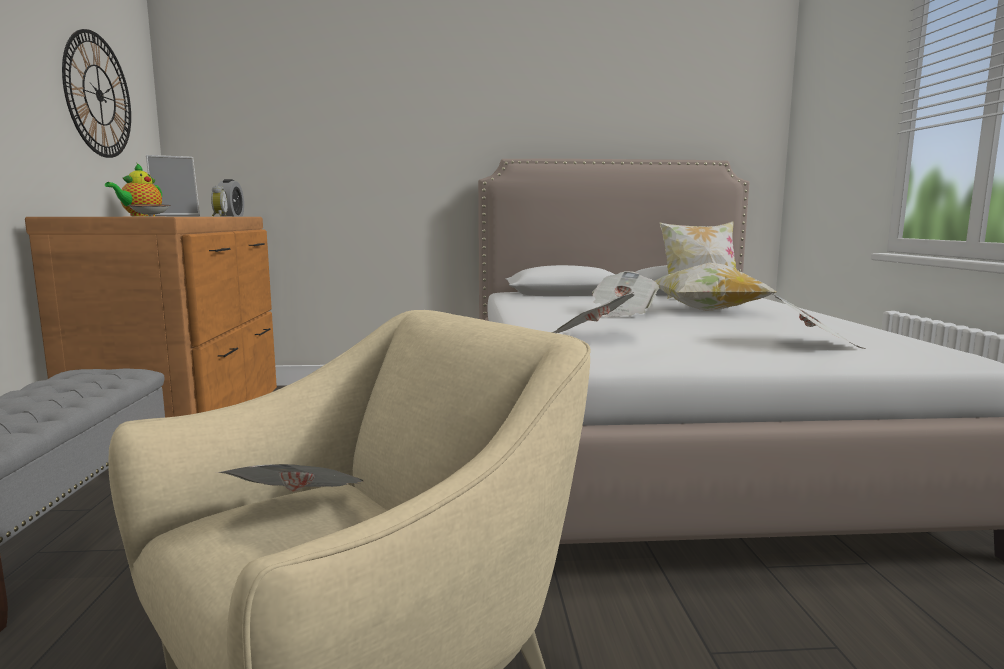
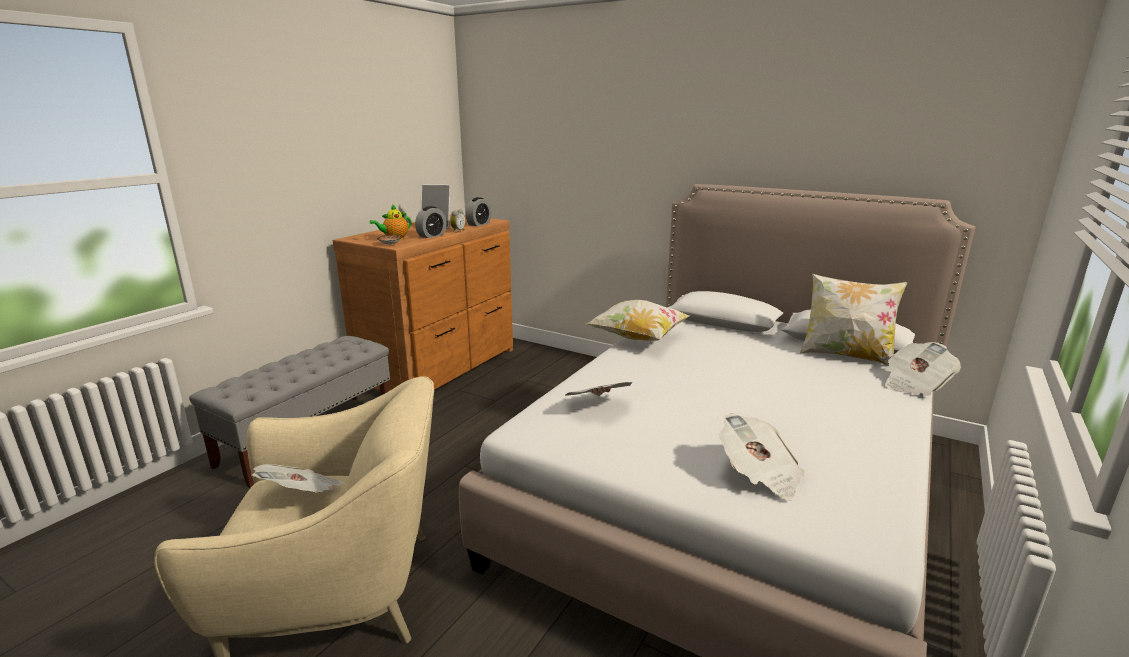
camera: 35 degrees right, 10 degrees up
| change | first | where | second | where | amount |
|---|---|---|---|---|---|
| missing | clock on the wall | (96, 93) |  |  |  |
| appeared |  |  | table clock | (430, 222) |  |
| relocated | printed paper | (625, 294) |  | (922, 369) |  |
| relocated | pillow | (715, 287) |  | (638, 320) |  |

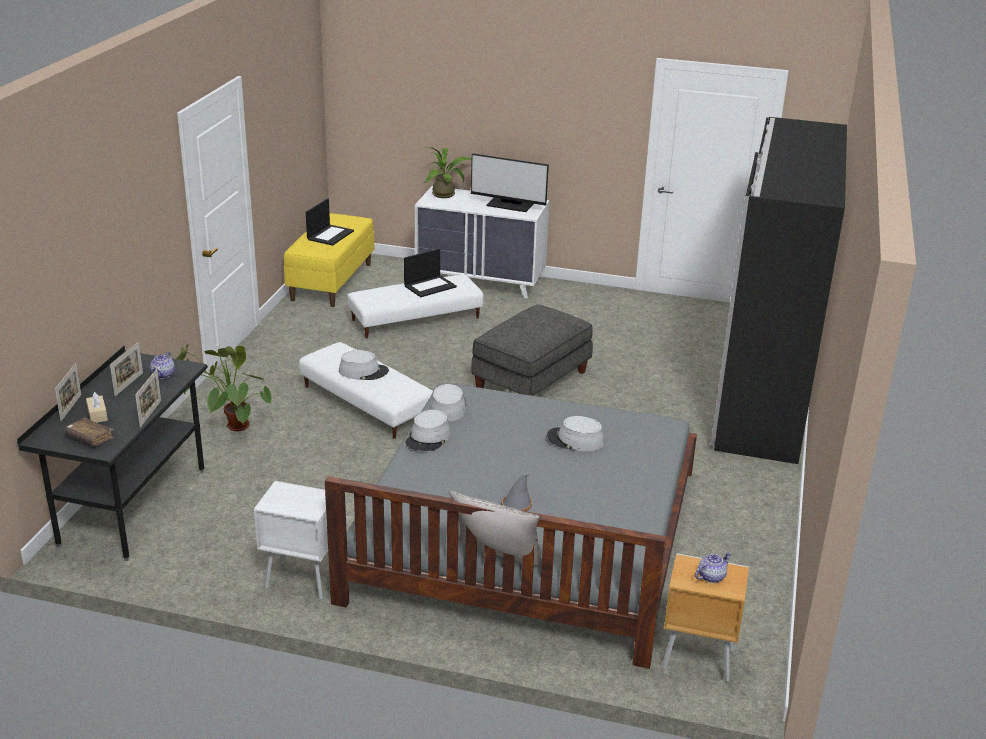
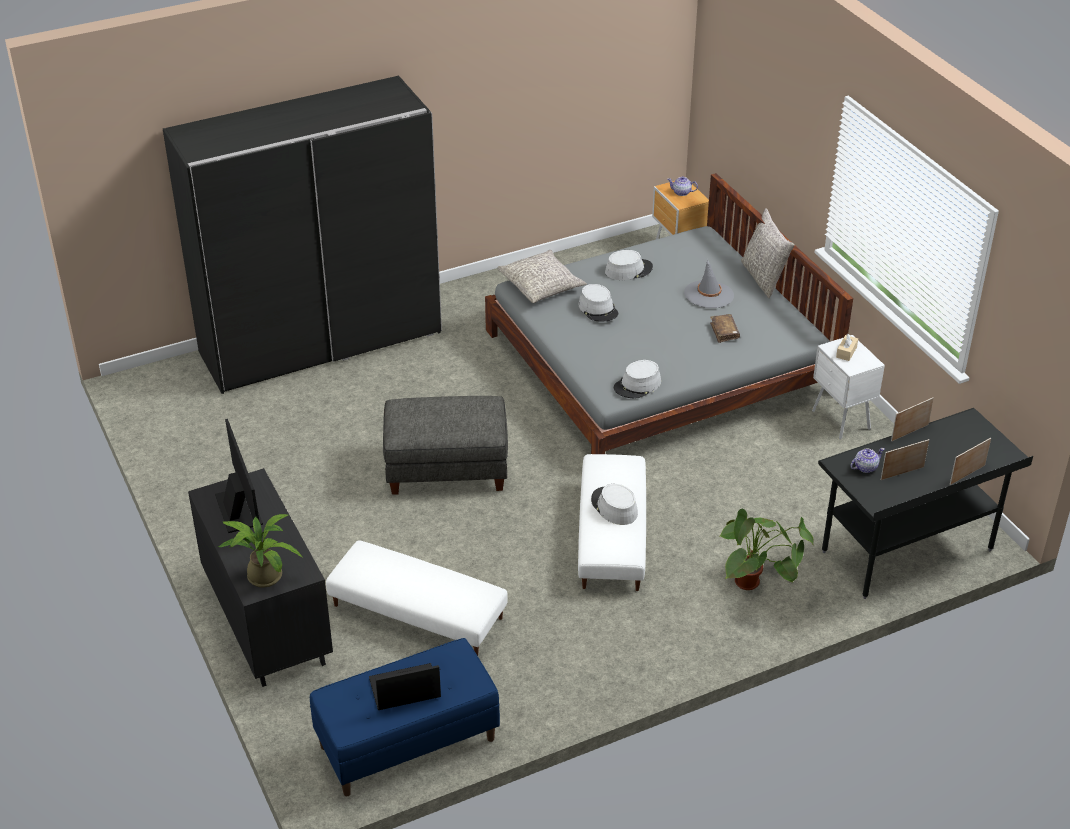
camera: 130 degrees left, 10 degrees up
| change | first | where | second | where | amount |
|---|---|---|---|---|---|
| missing | laptop | (430, 273) |  |  |  |
| appeared |  |  | grey pillow | (542, 276) |  |
| relocated | brown volume | (89, 432) |  | (725, 328) |  |
| relocated | sand-coloured tissue box | (97, 407) |  | (847, 347) |  |
| relocated | grey wearable hat | (427, 430) |  | (629, 265) |  |
| colour | yellow-coloured long seat | (329, 260) | bluish long seat | (405, 717) |  |
| colour | white-coloured drawer chest | (482, 242) | black drawer chest | (260, 577) |  |

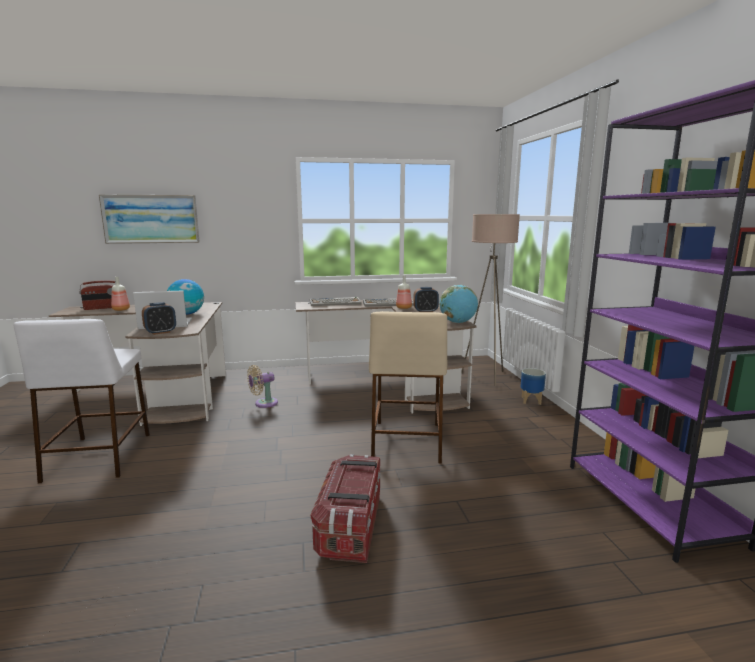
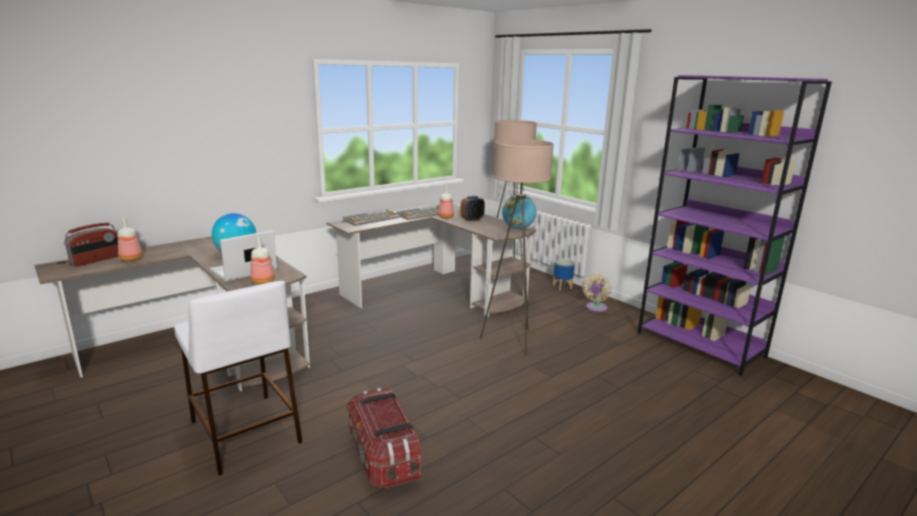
camera: 30 degrees left, 5 degrees up
| change | first | where | second | where | amount |
|---|---|---|---|---|---|
| missing | picture | (149, 219) |  |  |  |
| relocated | sand-coloured cooling fan | (262, 386) |  | (596, 293) |  |
| relocated | storage box | (346, 508) |  | (384, 437) |  |
| exchanged | table clock | (159, 318) | bottle | (262, 260) |  |
| exchanged | sand-coloured sitting stool | (408, 387) | sand-coloured standard lamp | (517, 247) |  |

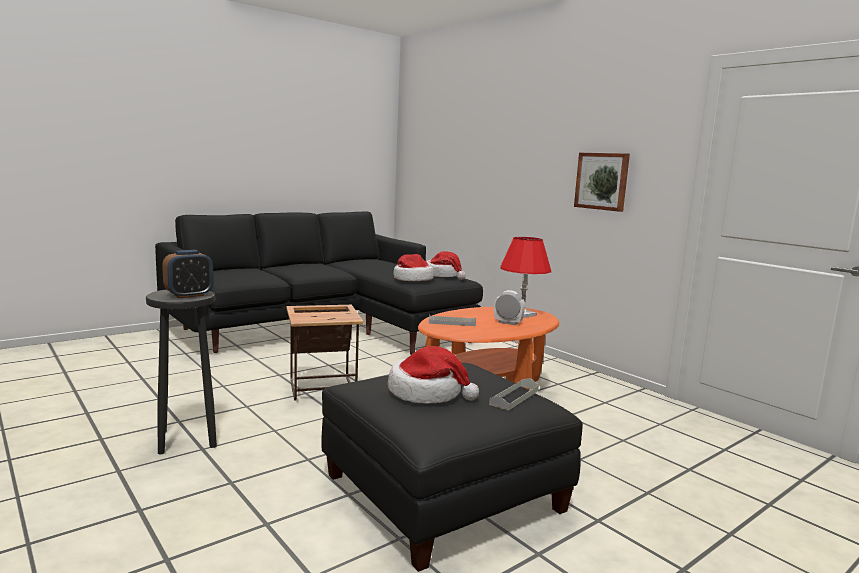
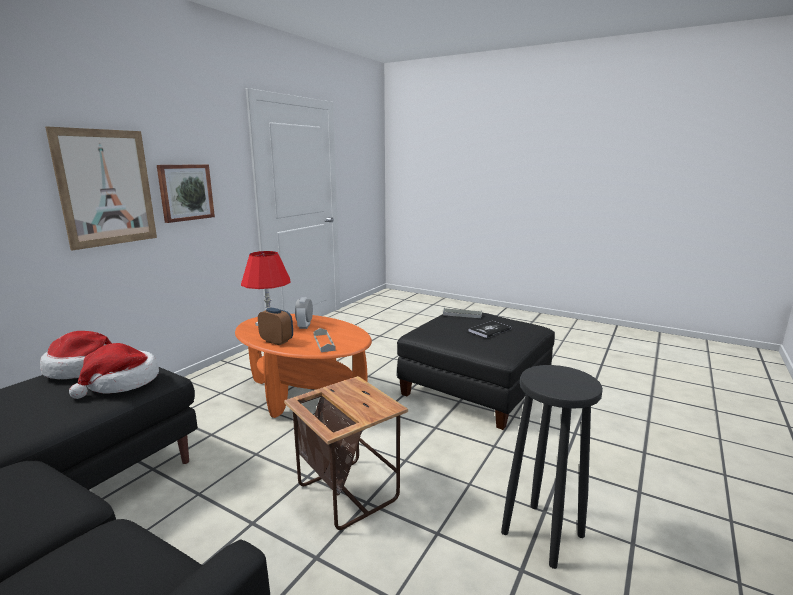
camera: 110 degrees left, 5 degrees up
| change | first | where | second | where | amount |
|---|---|---|---|---|---|
| appeared |  |  | picture | (101, 188) |  |
| relocated | table clock | (188, 274) |  | (275, 326) |  |
| exchanged | wearable hat | (433, 375) | volume | (490, 329) |  |

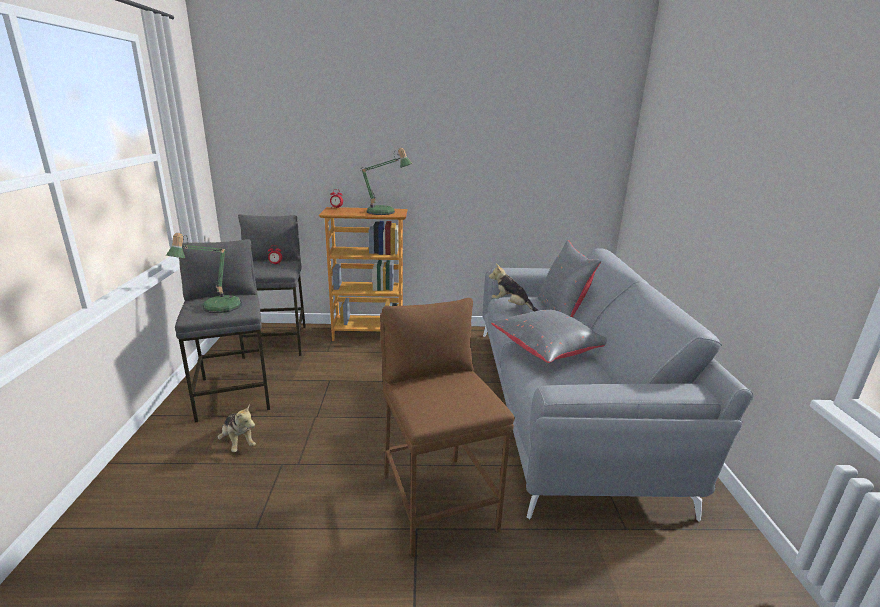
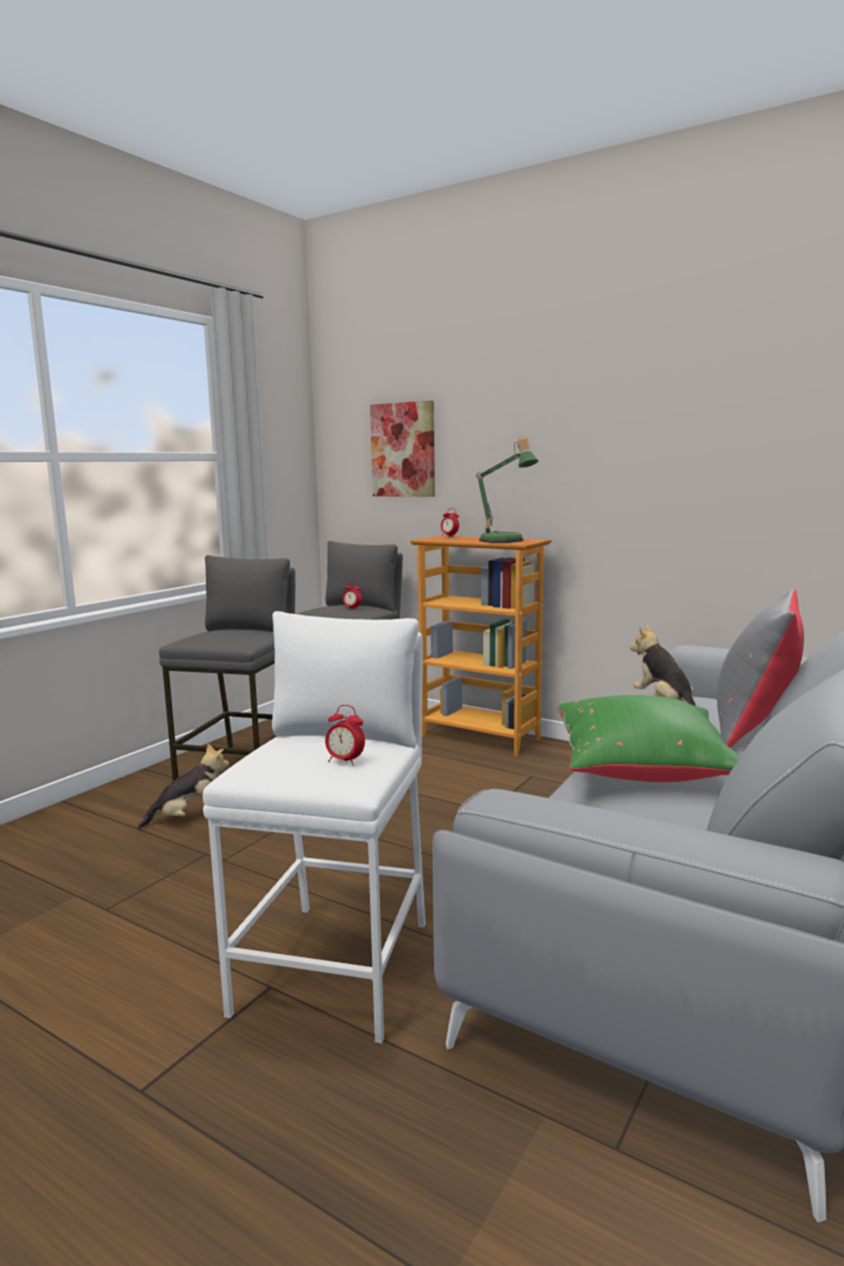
camera: 35 degrees right, 10 degrees down
| change | first | where | second | where | amount |
|---|---|---|---|---|---|
| missing | lamp for a table | (204, 273) |  |  |  |
| appeared |  |  | table clock | (345, 735) |  |
| appeared |  |  | picture | (402, 448) |  |
| colour | brown sitting stool | (447, 427) | white-coloured sitting stool | (314, 827) |  |
| colour | grey pillow | (549, 336) | green pillow | (649, 738) |  |
| spun | plush toy | (237, 428) |  | (183, 786) | 105 degrees counterclockwise |

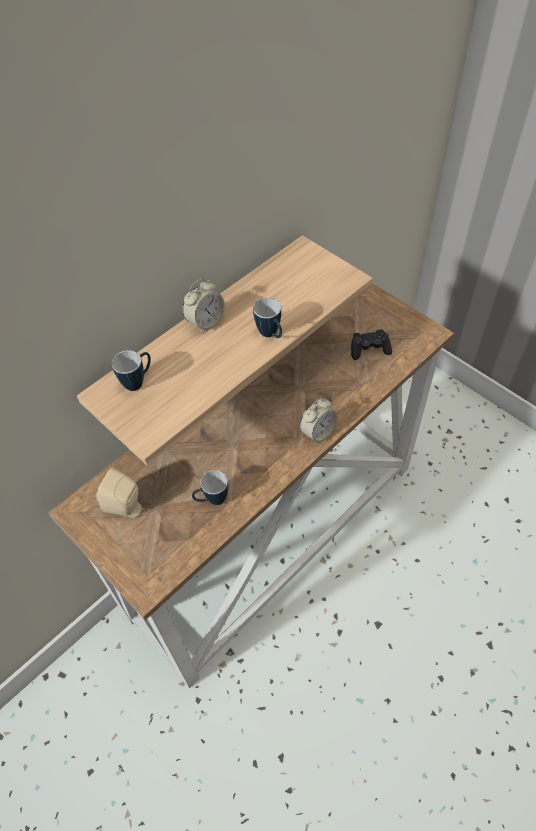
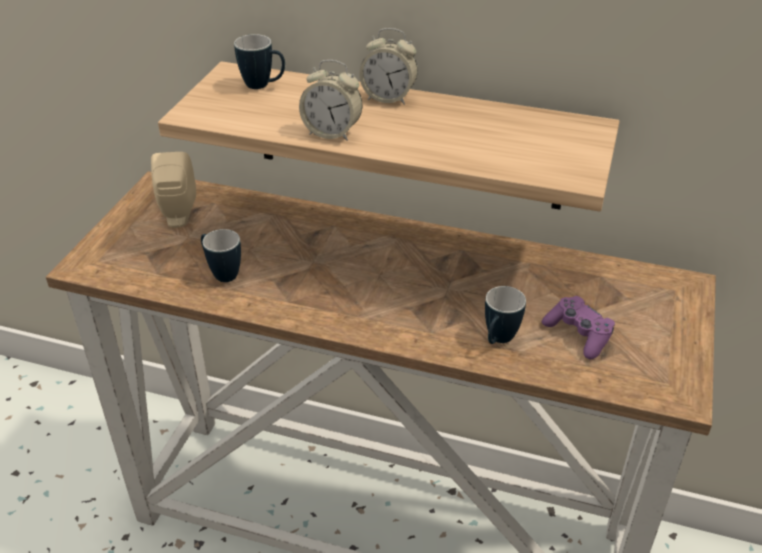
camera: 60 degrees right, 15 degrees down
| change | first | where | second | where | amount |
|---|---|---|---|---|---|
| relocated | tea mug | (267, 317) |  | (505, 315) |  |
| relocated | table clock | (319, 421) |  | (331, 100) |  |
| colour | black joypad | (371, 344) | purple joypad | (578, 327) |  |

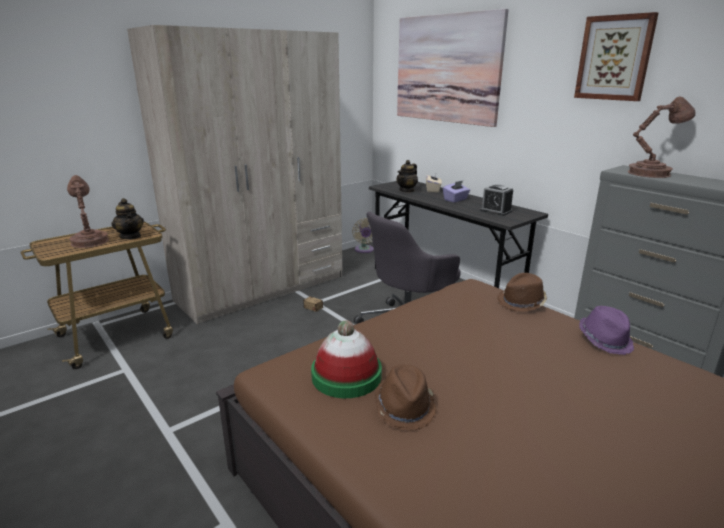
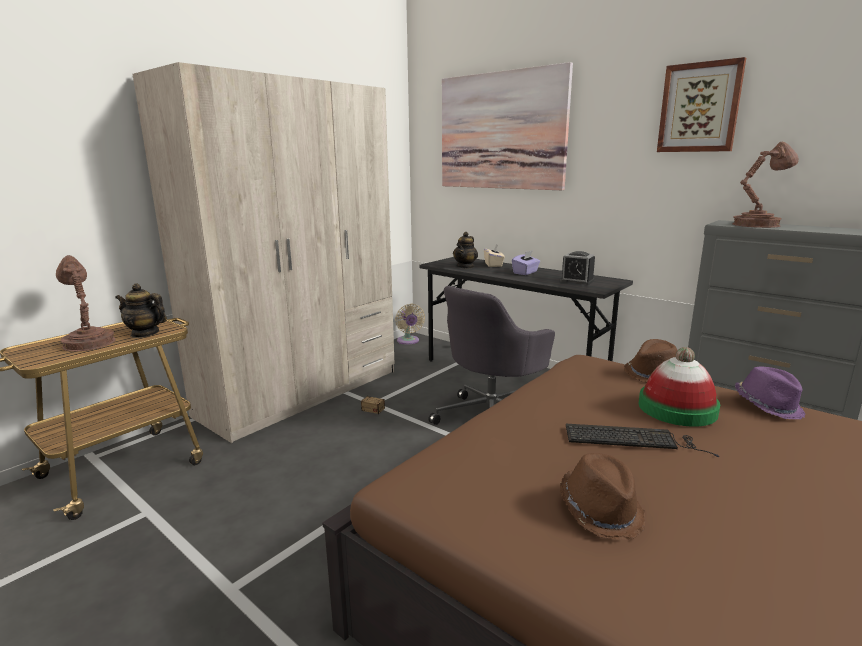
camera: 10 degrees left, 5 degrees down
| change | first | where | second | where | amount |
|---|---|---|---|---|---|
| appeared |  |  | keyboard | (642, 440) |  |
| relocated | wearable hat | (346, 359) |  | (679, 387) |  |
| spun | teapot | (127, 218) |  | (141, 311) | 150 degrees clockwise |

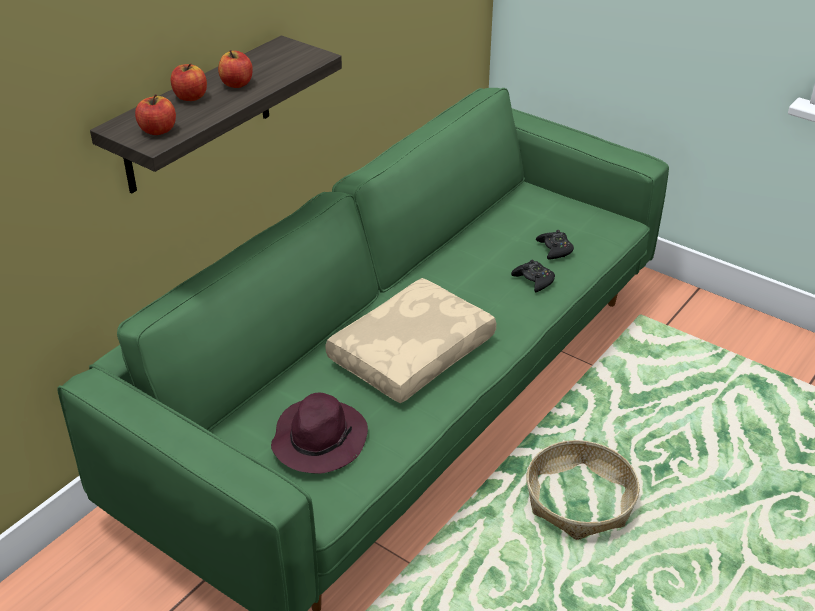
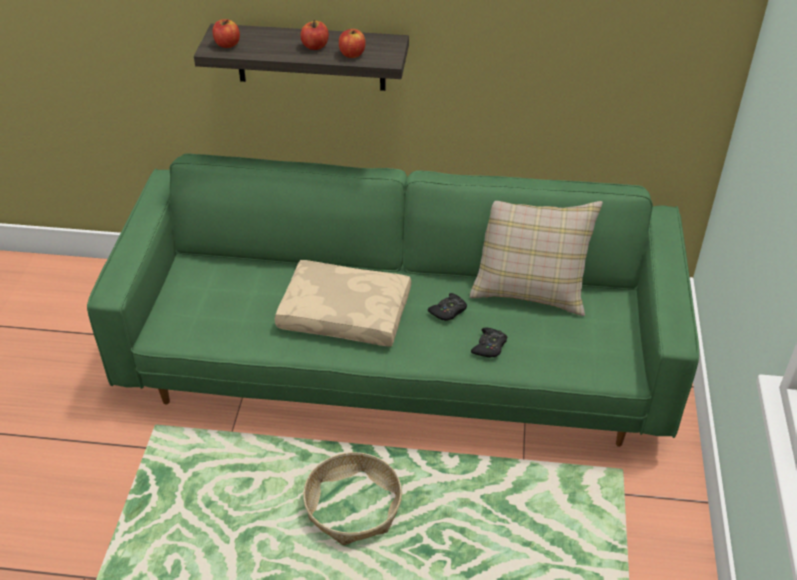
camera: 60 degrees right, 5 degrees up
| change | first | where | second | where | amount |
|---|---|---|---|---|---|
| missing | purple wearable hat | (319, 433) |  |  |  |
| appeared |  |  | sand-coloured pillow | (536, 258) |  |
| relocated | whole apple | (189, 82) |  | (352, 43) |  |
| relocated | black joypad | (555, 245) |  | (447, 307) |  |

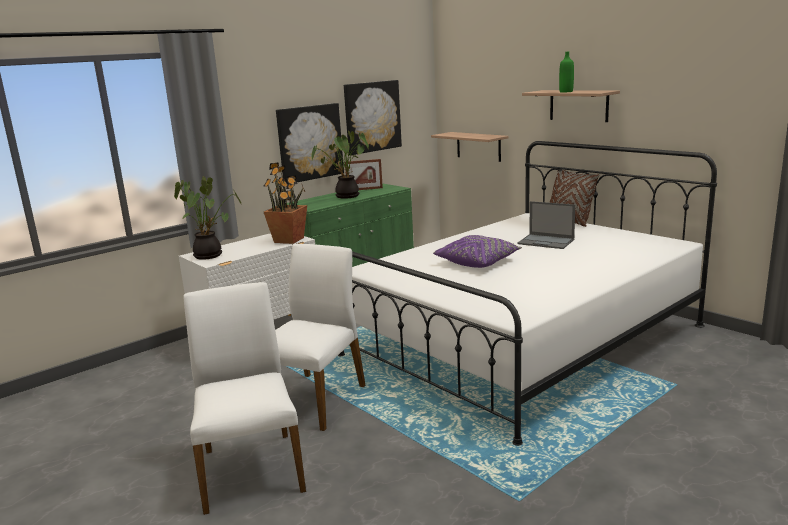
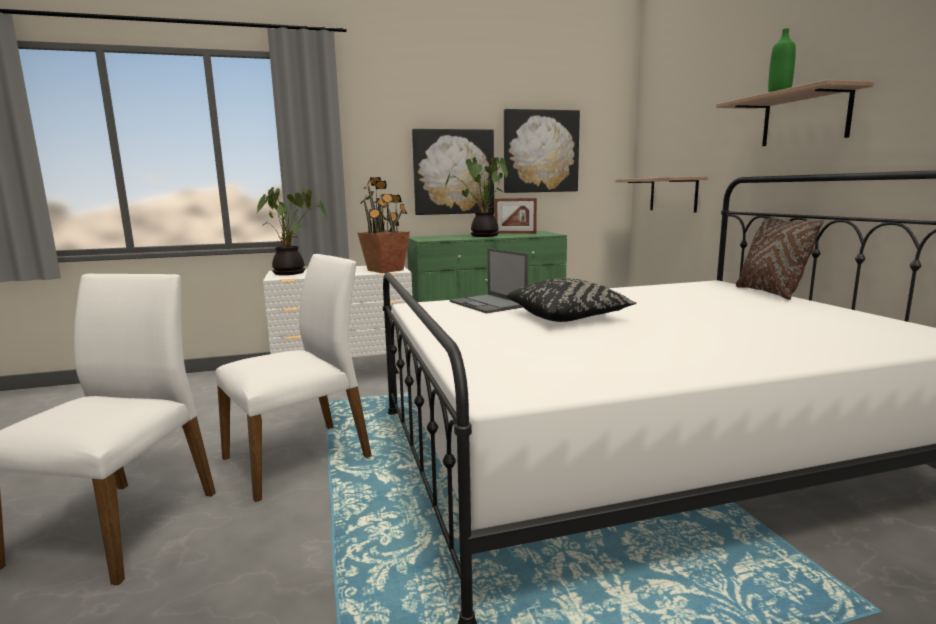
camera: 25 degrees right, 5 degrees down
| change | first | where | second | where | amount |
|---|---|---|---|---|---|
| relocated | laptop | (546, 225) |  | (489, 281) |  |
| colour | purple pillow | (477, 251) | black pillow | (572, 300) |  |

